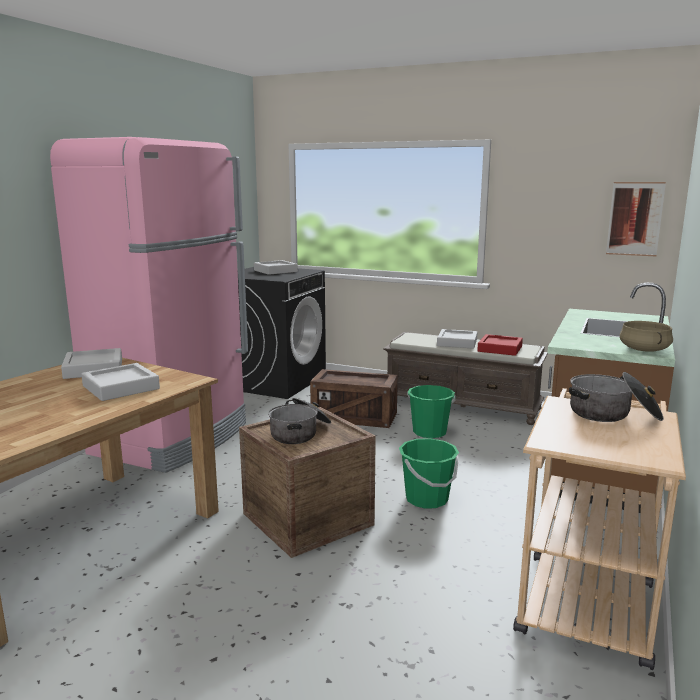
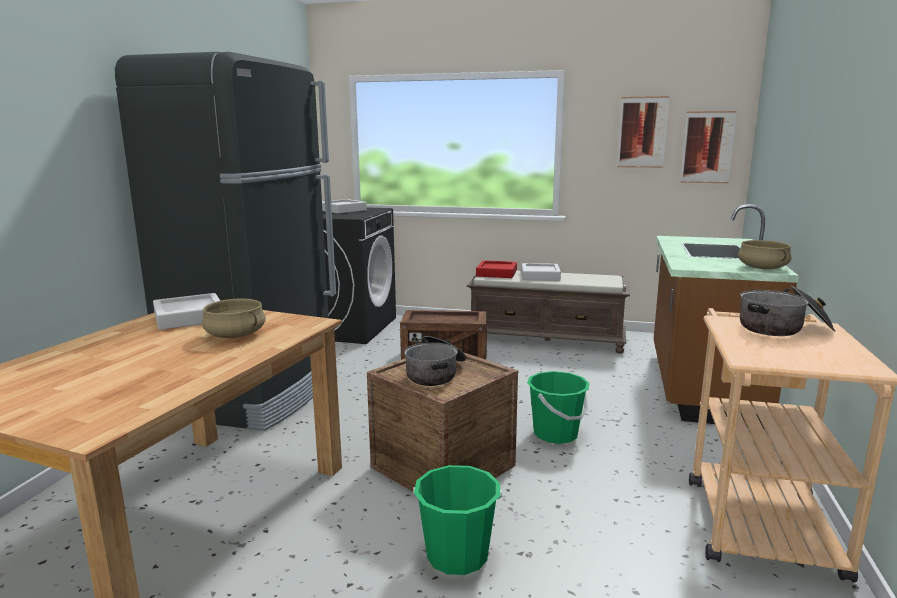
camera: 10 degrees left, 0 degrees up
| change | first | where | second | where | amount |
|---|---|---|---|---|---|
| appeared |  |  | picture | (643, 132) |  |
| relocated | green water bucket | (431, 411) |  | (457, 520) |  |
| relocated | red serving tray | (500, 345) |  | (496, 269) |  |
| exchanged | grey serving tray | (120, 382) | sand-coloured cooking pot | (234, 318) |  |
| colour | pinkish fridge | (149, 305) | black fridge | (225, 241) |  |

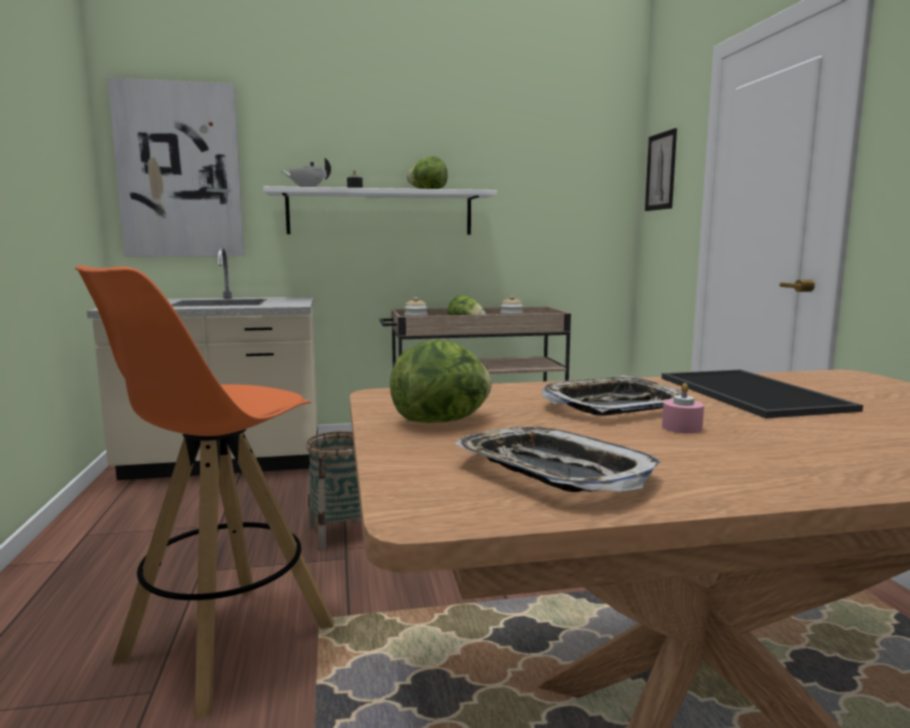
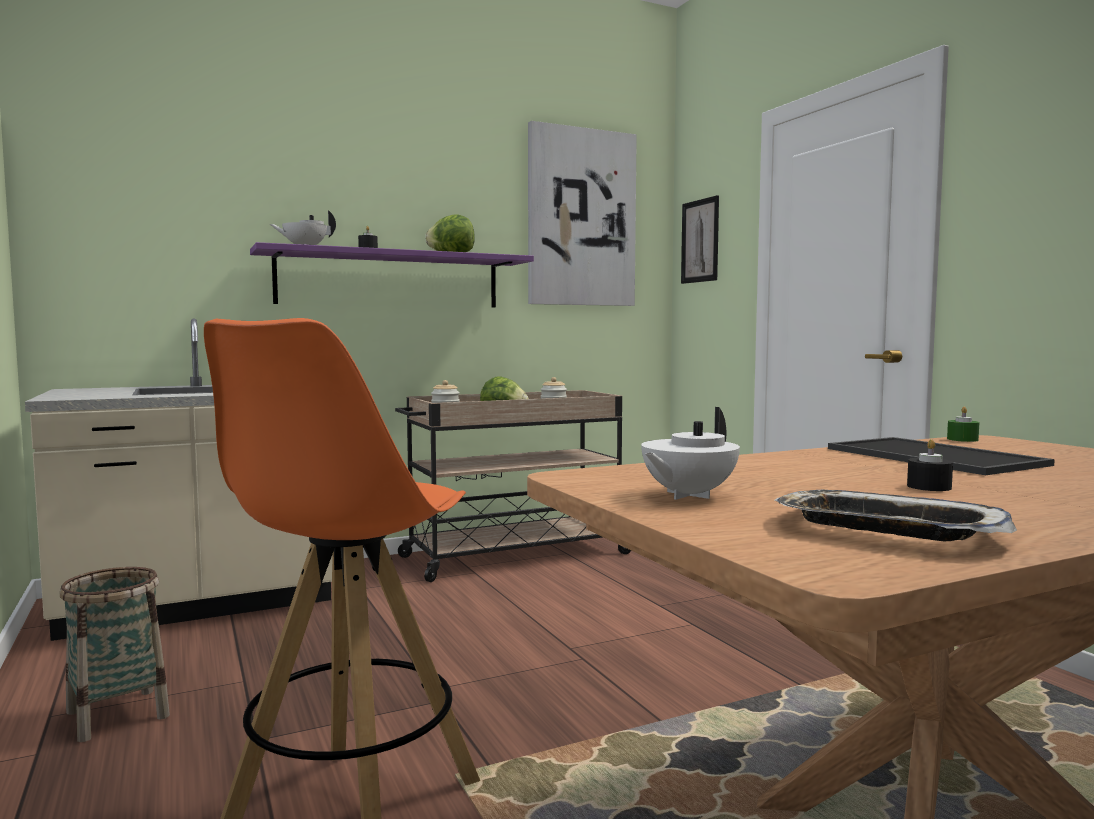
camera: 15 degrees left, 5 degrees down
| change | first | where | second | where | amount |
|---|---|---|---|---|---|
| missing | serving tray | (615, 395) |  |  |  |
| appeared |  |  | green wax light | (963, 424) |  |
| relocated | picture | (176, 167) |  | (582, 213) |  |
| relocated | basket | (333, 490) |  | (115, 654) |  |
| exchanged | lettuce | (441, 381) | white-coloured teapot | (690, 453) |  |
| colour | white-coloured bracket shelf | (380, 210) | purple bracket shelf | (392, 274) |  |
| colour | pinkish wax light | (683, 408) | black wax light | (930, 465) |  |

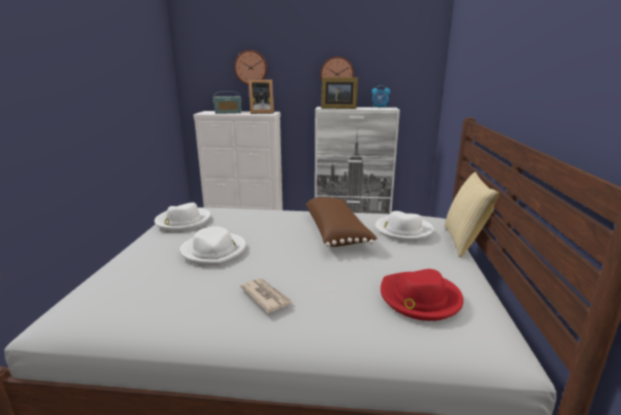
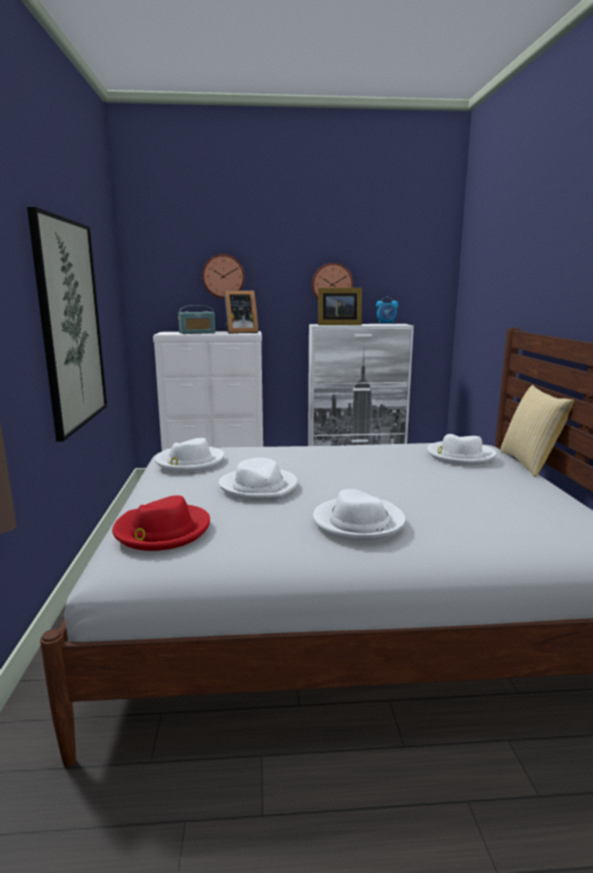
camera: 10 degrees left, 5 degrees down
| change | first | where | second | where | amount |
|---|---|---|---|---|---|
| missing | brown pillow | (341, 222) |  |  |  |
| appeared |  |  | picture | (67, 324) |  |
| relocated | red wearable hat | (421, 295) |  | (161, 523) |  |
| exchanged | printed paper | (266, 295) | white-coloured wearable hat | (359, 515) |  |

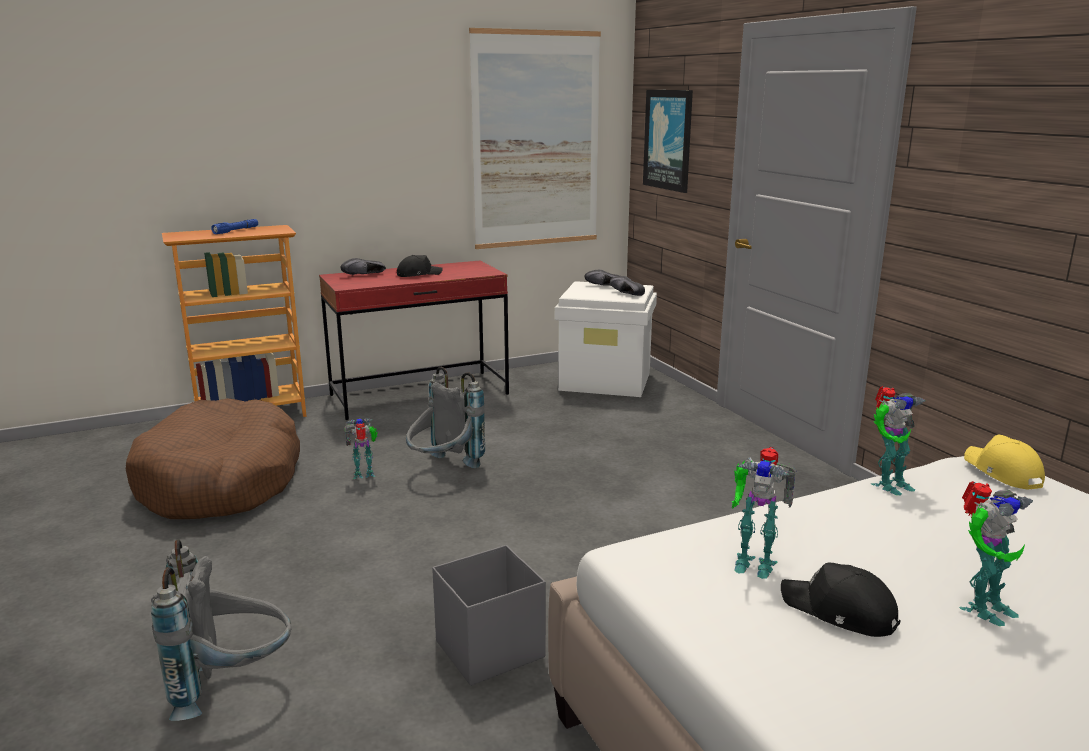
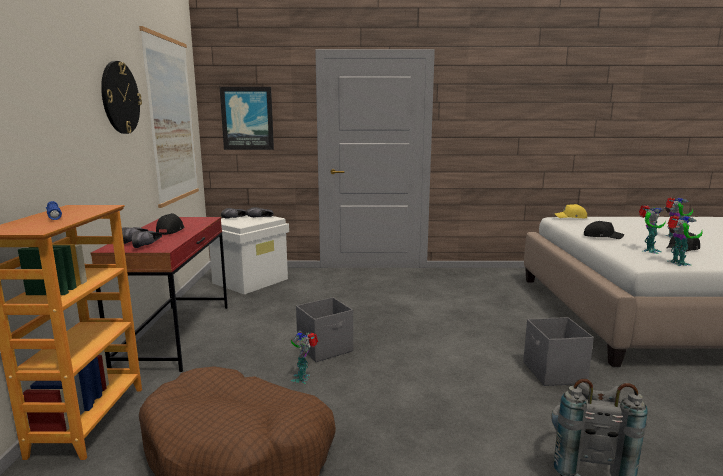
camera: 65 degrees left, 5 degrees down
| change | first | where | second | where | amount |
|---|---|---|---|---|---|
| appeared |  |  | clock on the wall | (121, 97) |  |
| appeared |  |  | black low shoe | (147, 239) |  |
| appeared |  |  | black peaked cap | (604, 230) |  |
| relocated | model robot | (898, 440) |  | (685, 240) |  |
| exchanged | grey backpack | (445, 417) | grey storage box | (324, 329) |  |

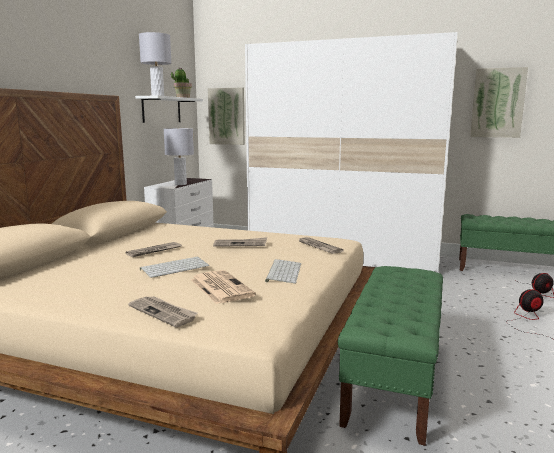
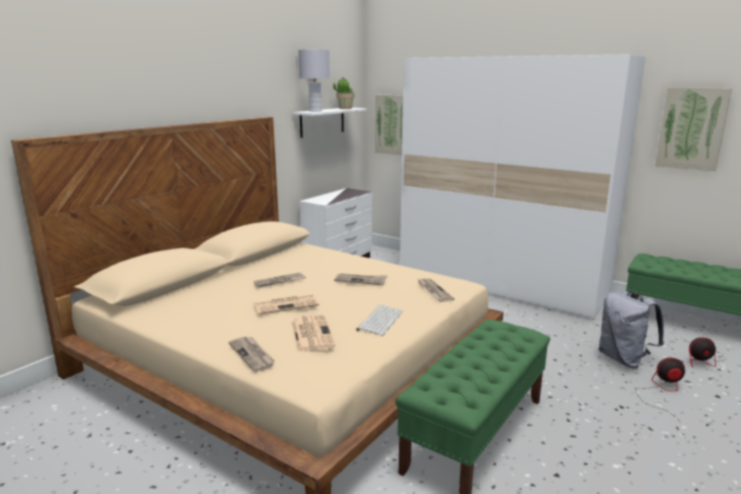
camera: 15 degrees right, 5 degrees up
| change | first | where | second | where | amount |
|---|---|---|---|---|---|
| missing | grey lamp for a table | (179, 156) |  |  |  |
| appeared |  |  | grey backpack | (631, 329) |  |
| exchanged | keyboard | (175, 267) | printed paper | (286, 304) |  |

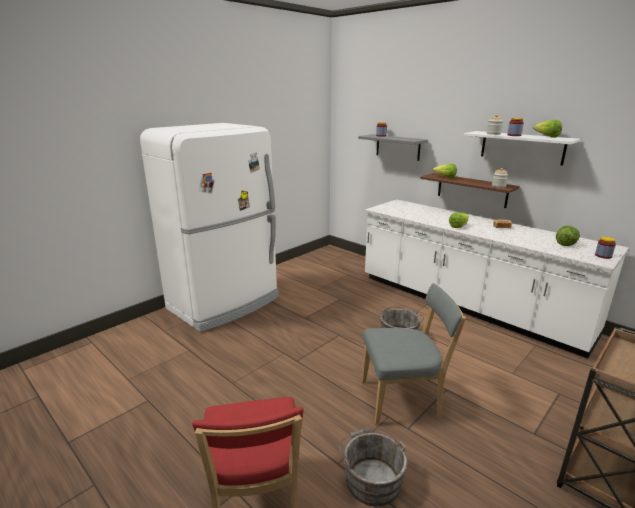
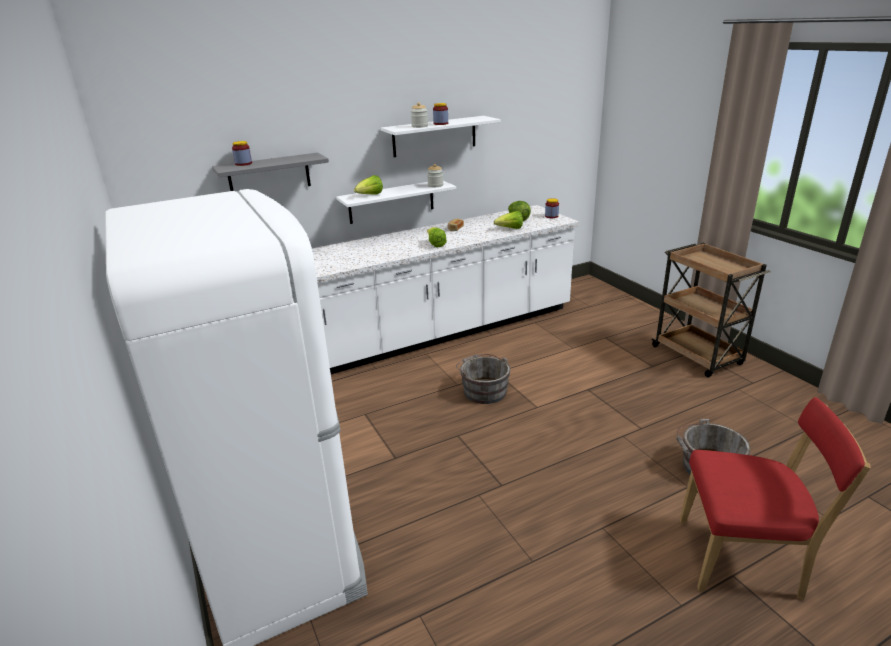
camera: 70 degrees left, 5 degrees up
| change | first | where | second | where | amount |
|---|---|---|---|---|---|
| missing | grey upright chair | (414, 354) |  |  |  |
| relocated | lettuce | (547, 129) |  | (508, 220) |  |
| colour | brown bracket shelf | (470, 190) | white-coloured bracket shelf | (396, 202) |  |

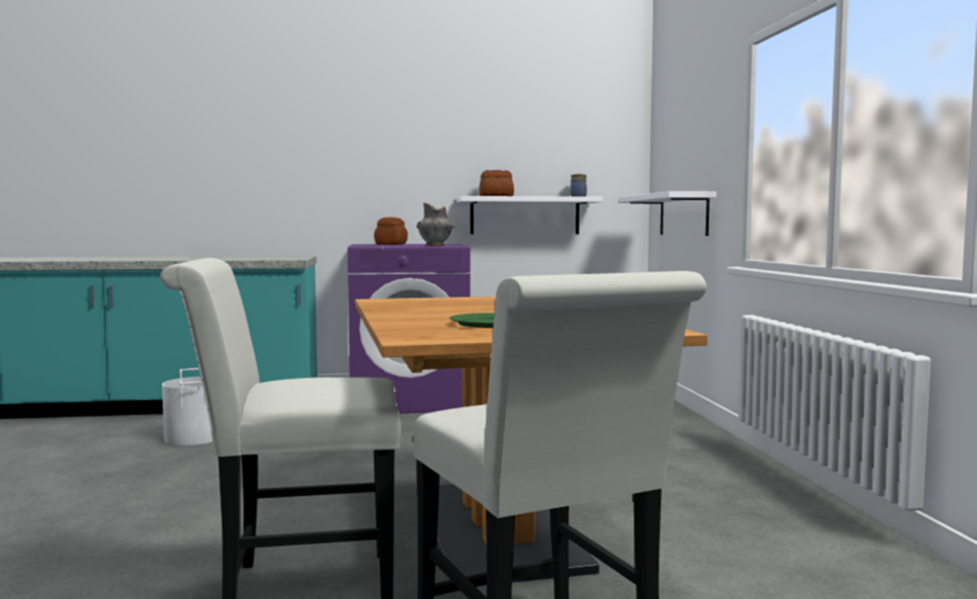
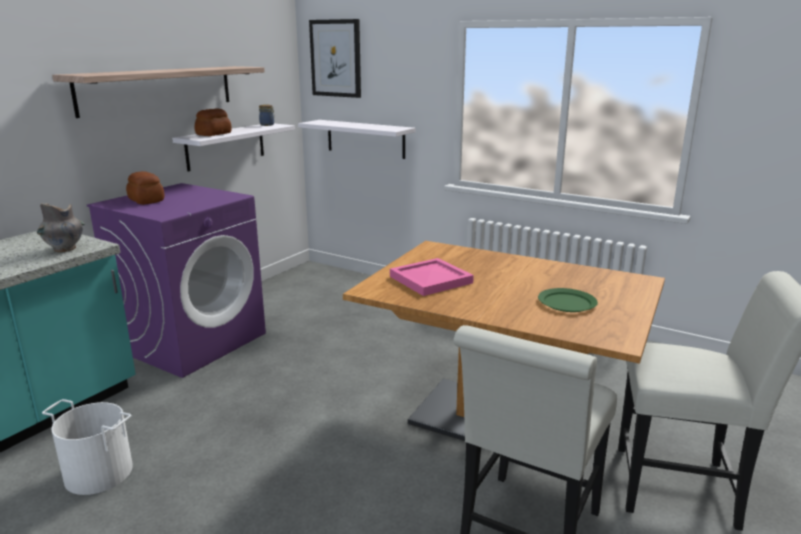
camera: 50 degrees left, 15 degrees up
| change | first | where | second | where | amount |
|---|---|---|---|---|---|
| appeared |  |  | bracket shelf | (158, 92) |  |
| appeared |  |  | picture | (335, 58) |  |
| appeared |  |  | pinkish serving tray | (432, 277) |  |
| relocated | grey flower vase | (436, 224) |  | (61, 227) |  |

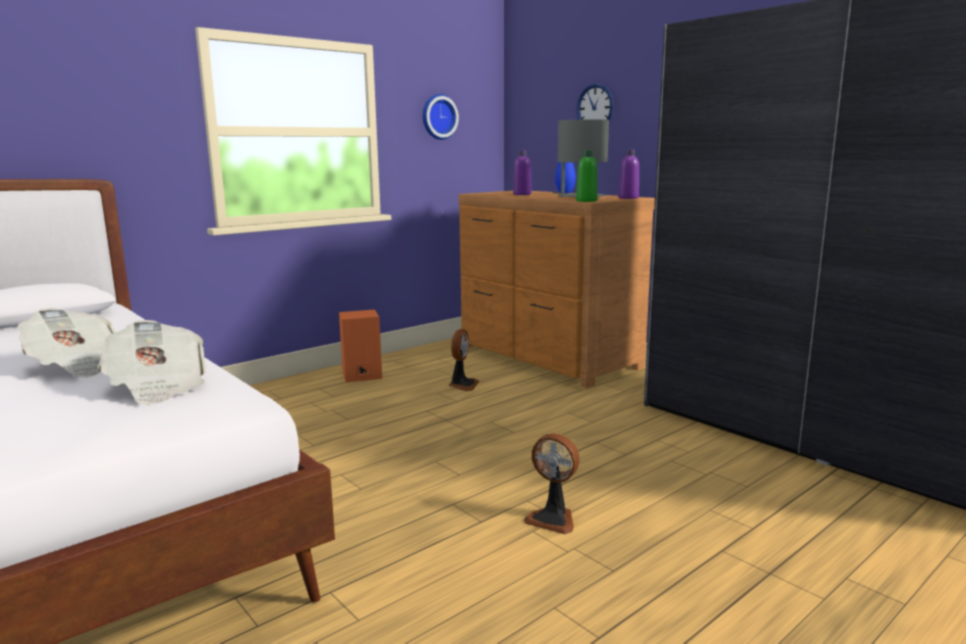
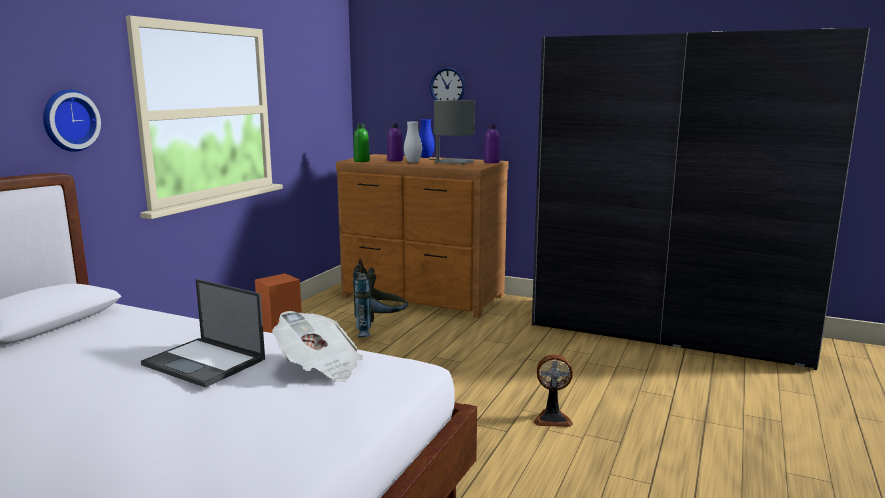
camera: 25 degrees left, 0 degrees up
| change | first | where | second | where | amount |
|---|---|---|---|---|---|
| appeared |  |  | white-coloured flower vase | (413, 142) |  |
| relocated | clock on the wall | (441, 117) |  | (72, 120) |  |
| relocated | green bottle | (587, 176) |  | (362, 142) |  |
| exchanged | printed paper | (66, 343) | laptop | (203, 333) |  |
| exchanged | cooling fan | (463, 360) | grey backpack | (380, 298) |  |

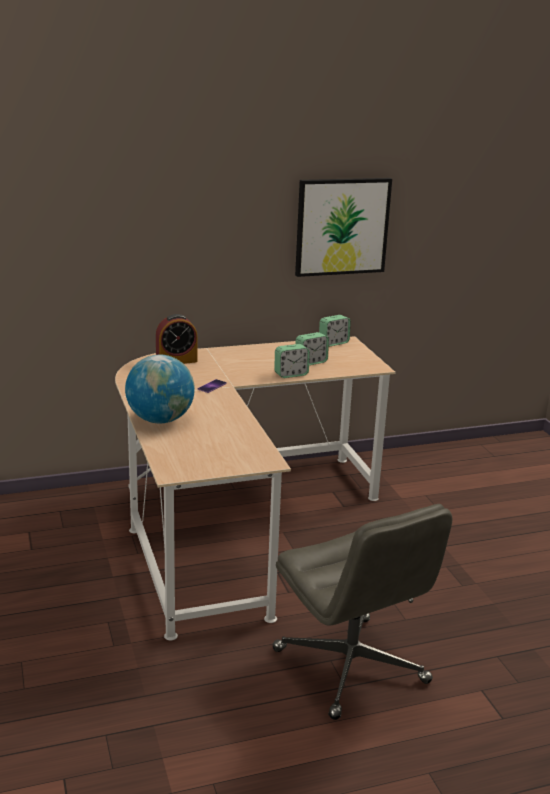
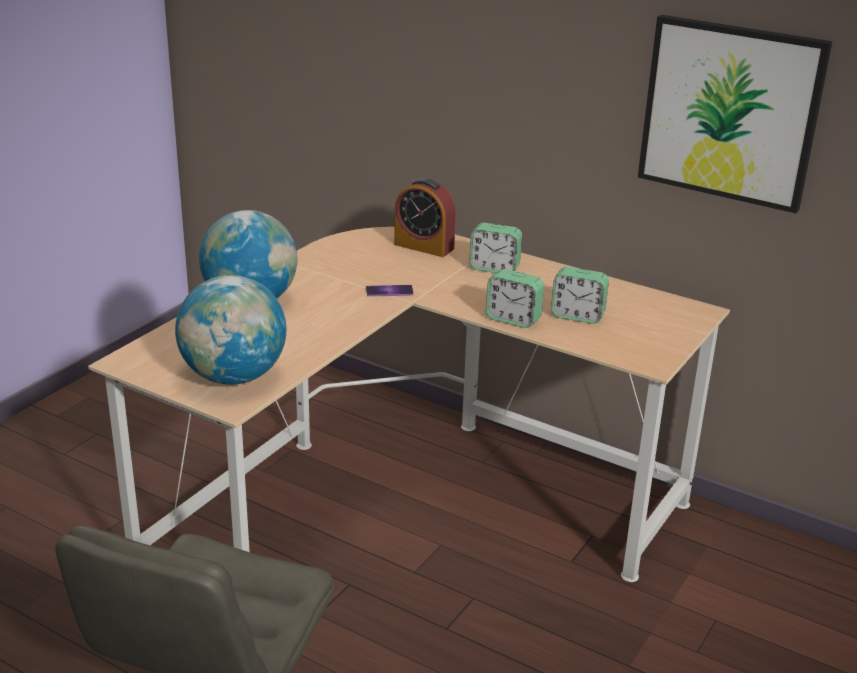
camera: 50 degrees right, 5 degrees up
| change | first | where | second | where | amount |
|---|---|---|---|---|---|
| appeared |  |  | world globe | (230, 330) |  |
| relocated | table clock | (335, 330) |  | (496, 248) |  |

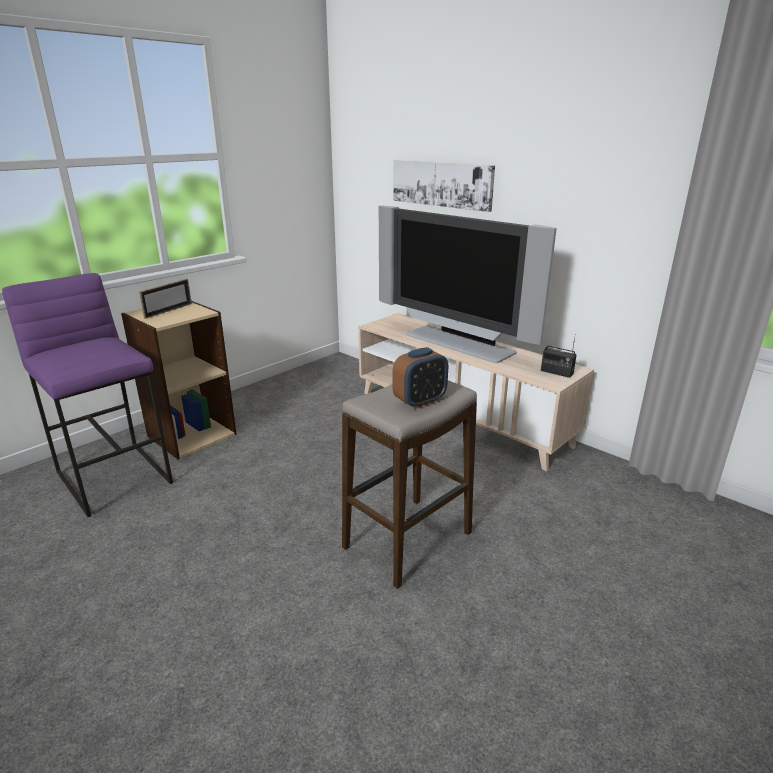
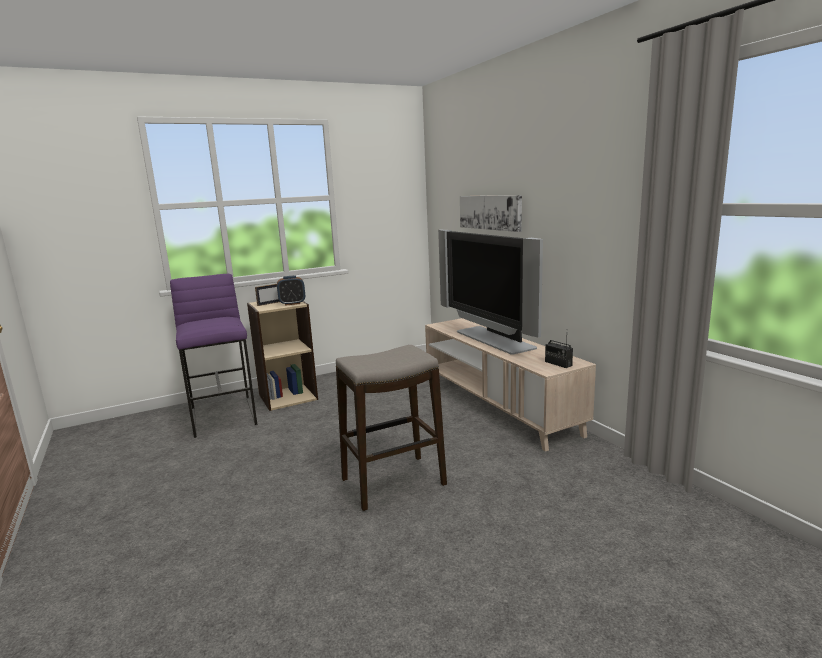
camera: 20 degrees right, 10 degrees down
| change | first | where | second | where | amount |
|---|---|---|---|---|---|
| relocated | table clock | (420, 378) |  | (291, 291) |  |

